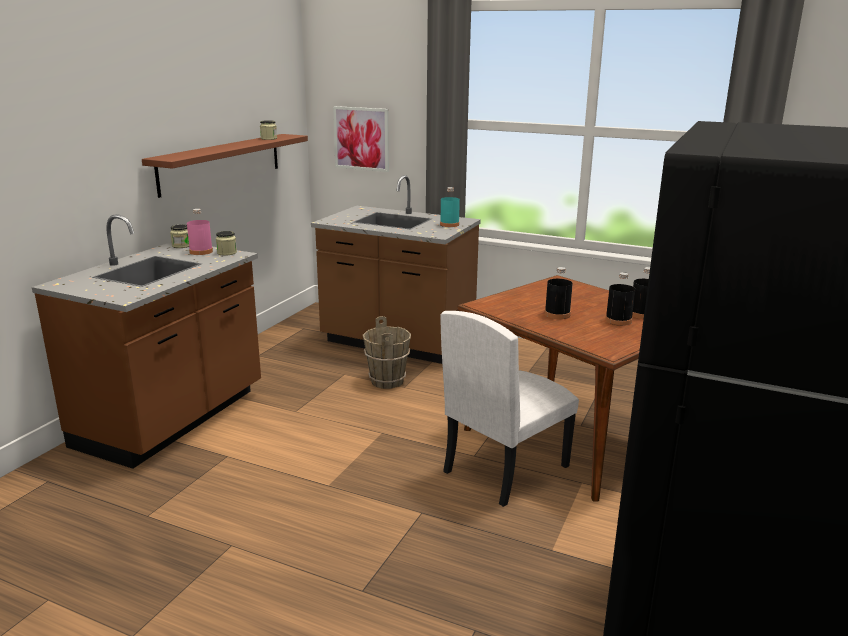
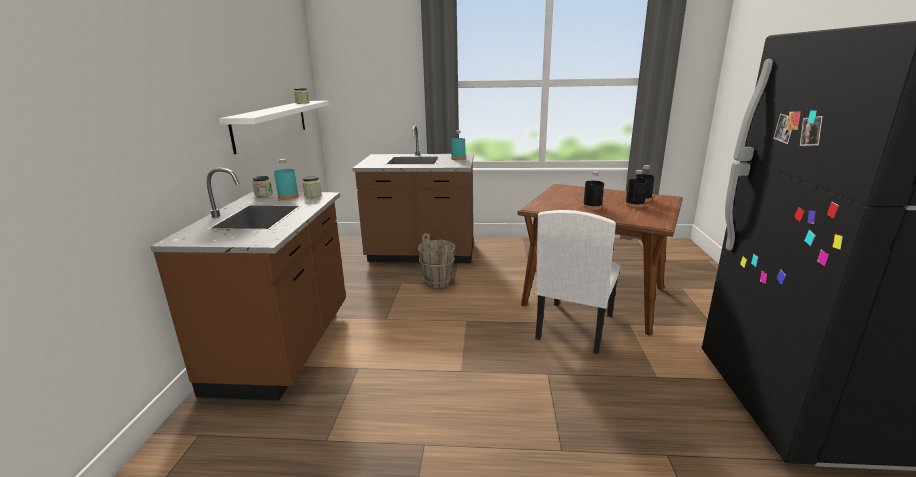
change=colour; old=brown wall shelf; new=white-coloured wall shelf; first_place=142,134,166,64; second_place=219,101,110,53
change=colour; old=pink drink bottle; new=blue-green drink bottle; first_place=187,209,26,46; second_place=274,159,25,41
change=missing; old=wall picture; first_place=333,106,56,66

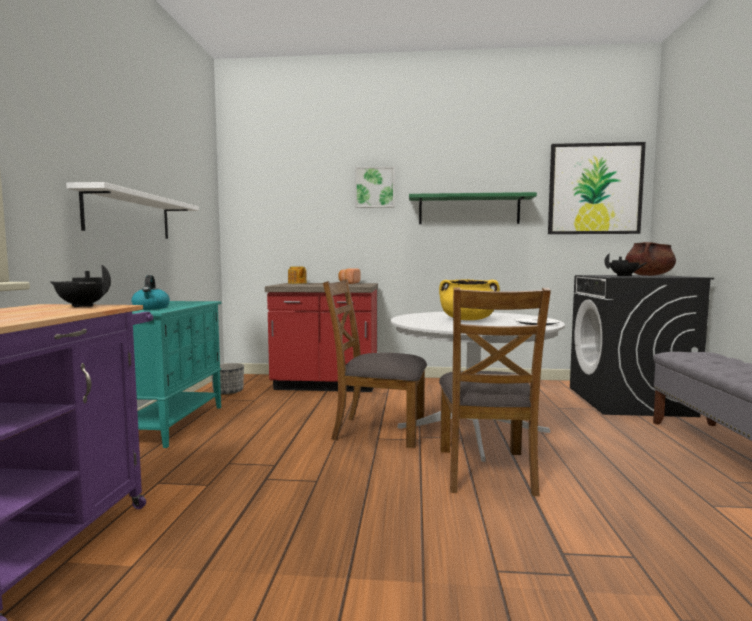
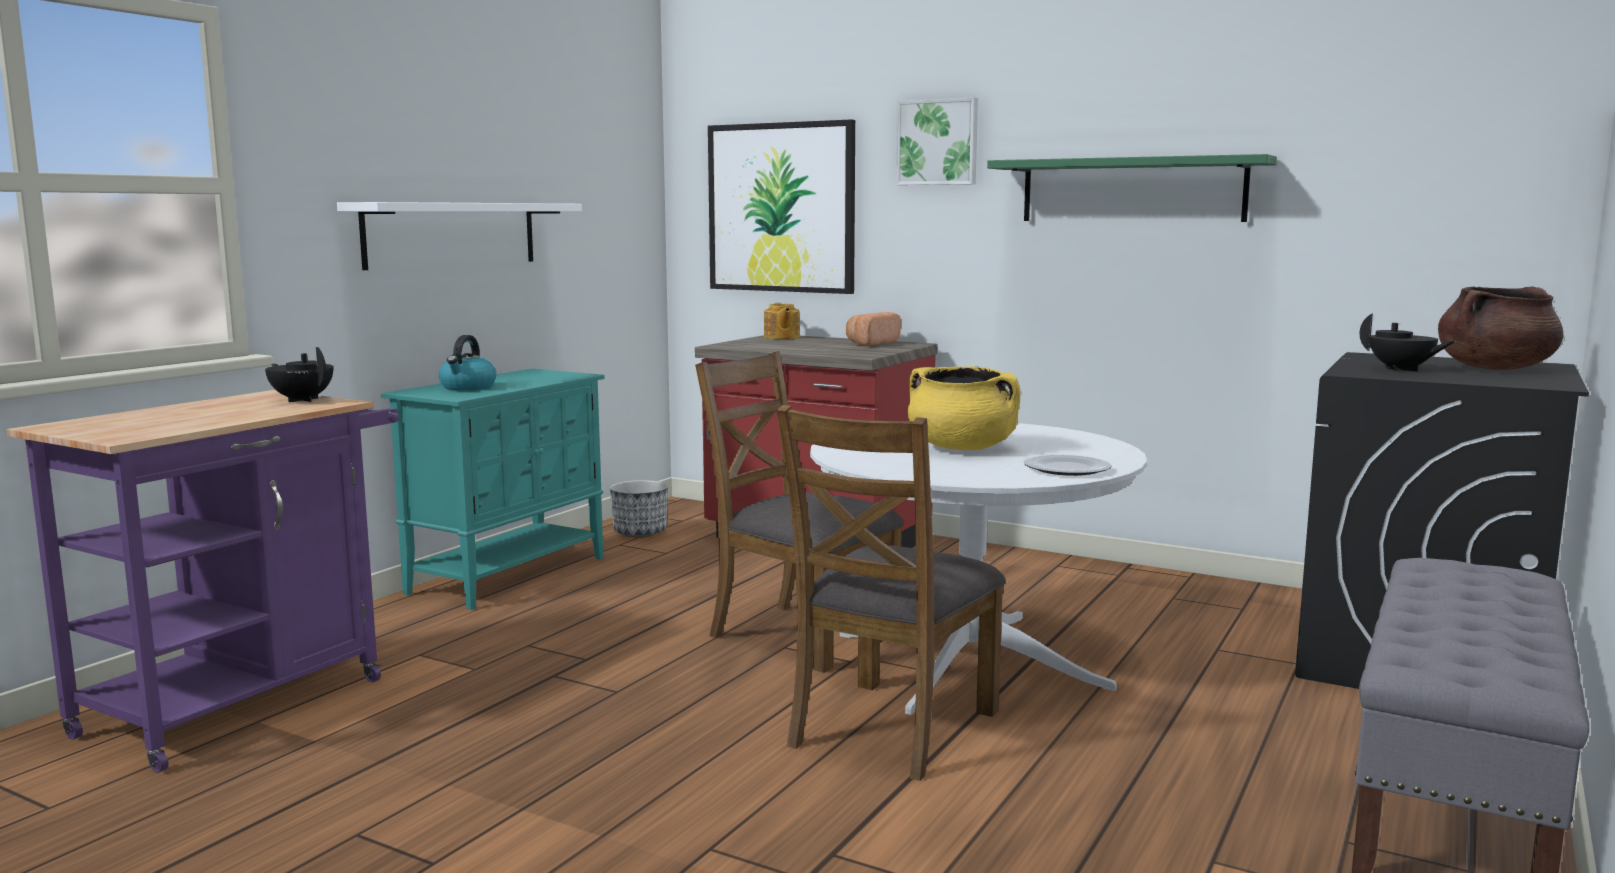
change=relocated; old=wall picture; first_place=548,142,98,92; second_place=708,119,147,175

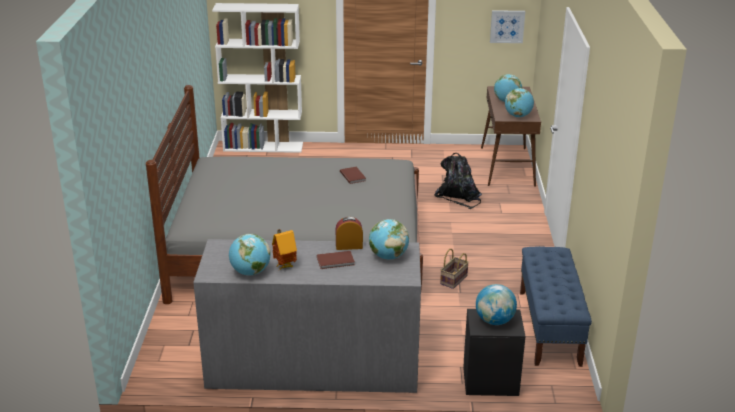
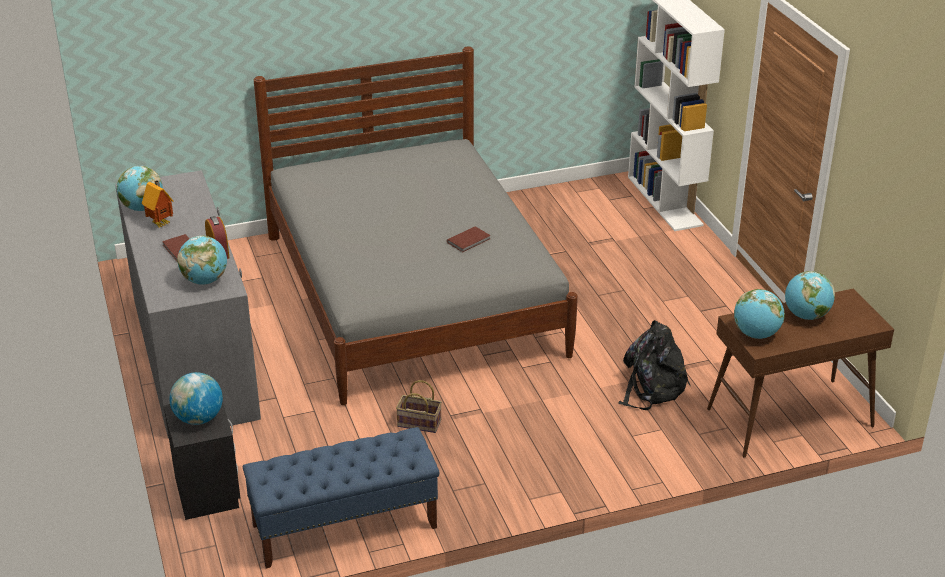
change=missing; old=wall picture; first_place=490,10,35,33

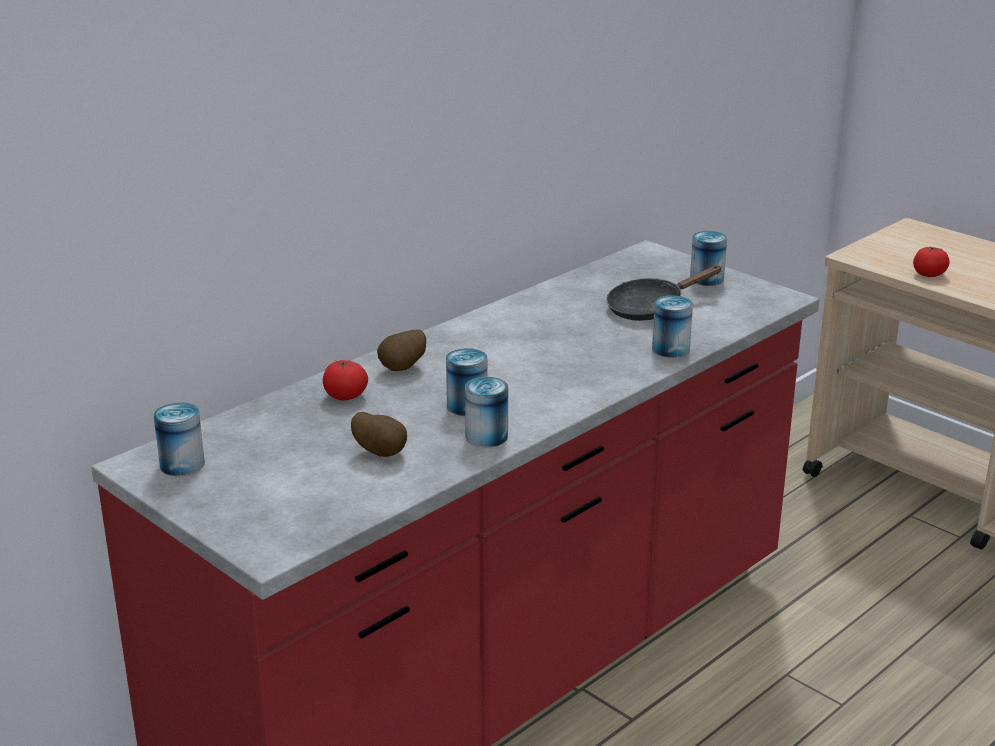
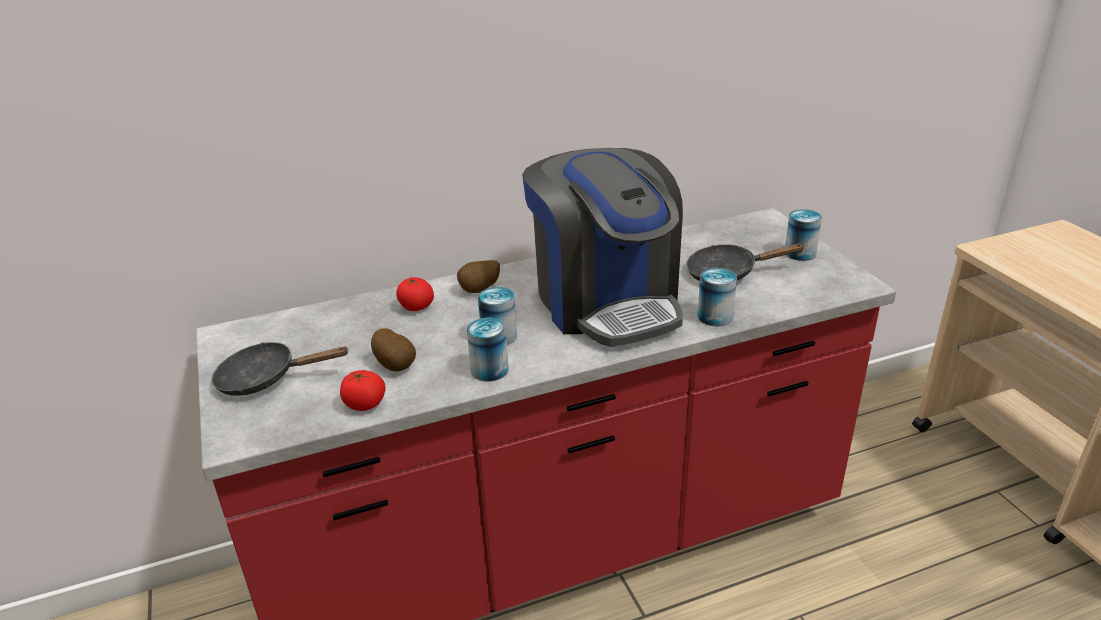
change=appeared; new=blackish skillet; second_place=212,342,138,54
change=relocated; old=fresh tomato; first_place=913,247,37,30; second_place=340,370,46,41
change=appeared; new=coffee maker; second_place=522,148,161,199
change=missing; old=sealed can; first_place=153,403,52,73

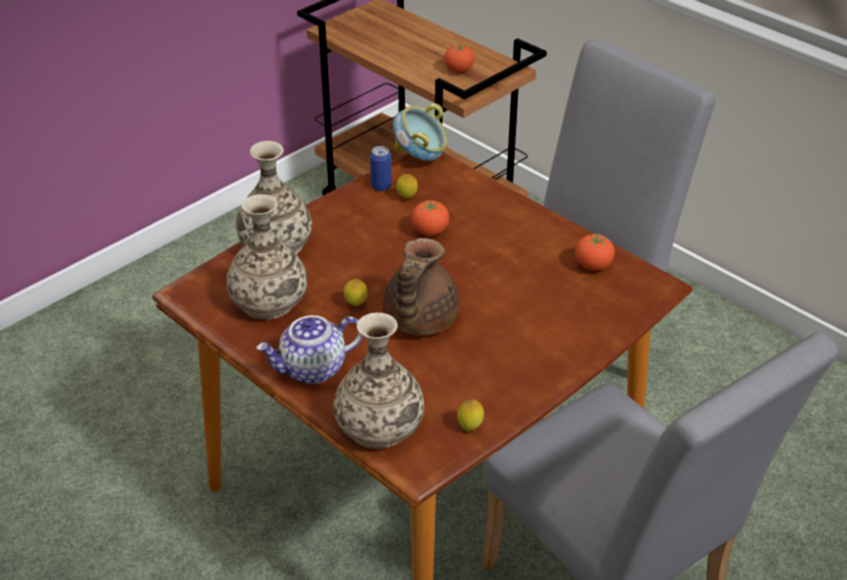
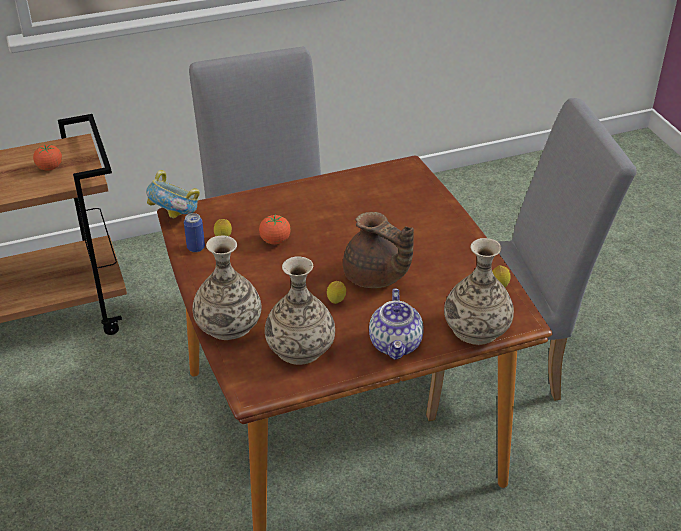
change=missing; old=fresh tomato; first_place=575,233,40,38

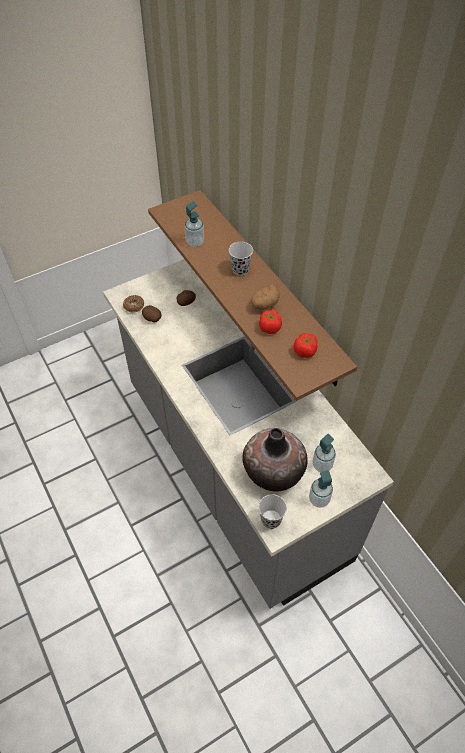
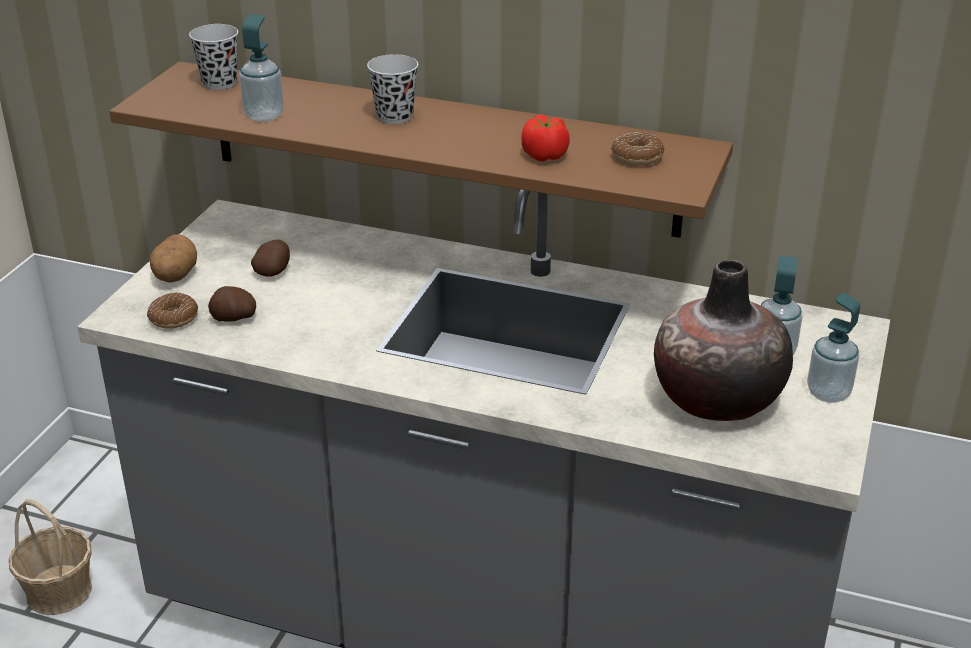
change=appeared; new=basket; second_place=9,499,83,116
change=relocated; old=potato; first_place=251,285,29,25; second_place=150,234,47,49
change=relocated; old=blackish drinking cup; first_place=259,494,28,35; second_place=189,24,49,66
change=exchanged; old=fresh tomato; new=doughnut; first_place=294,333,24,25; second_place=611,132,53,34

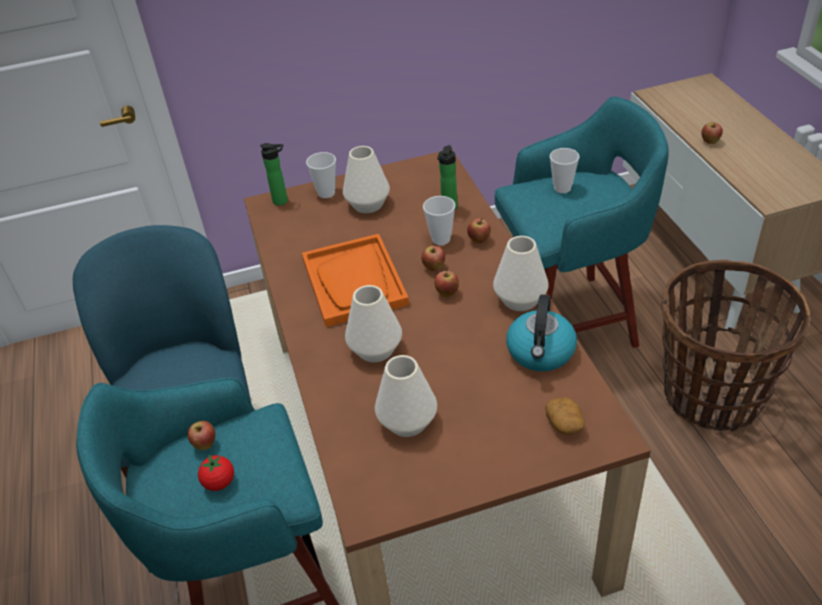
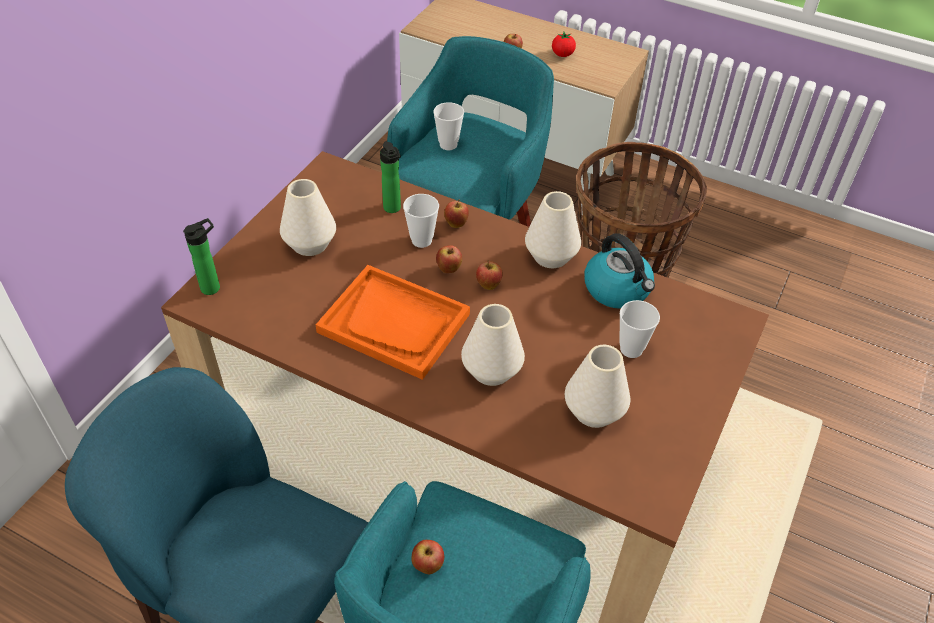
change=relocated; old=fresh tomato; first_place=198,455,36,36; second_place=552,32,24,25
change=relocated; old=drinking cup; first_place=306,152,30,46; second_place=619,300,41,58
change=missing; old=potato; first_place=545,397,40,38

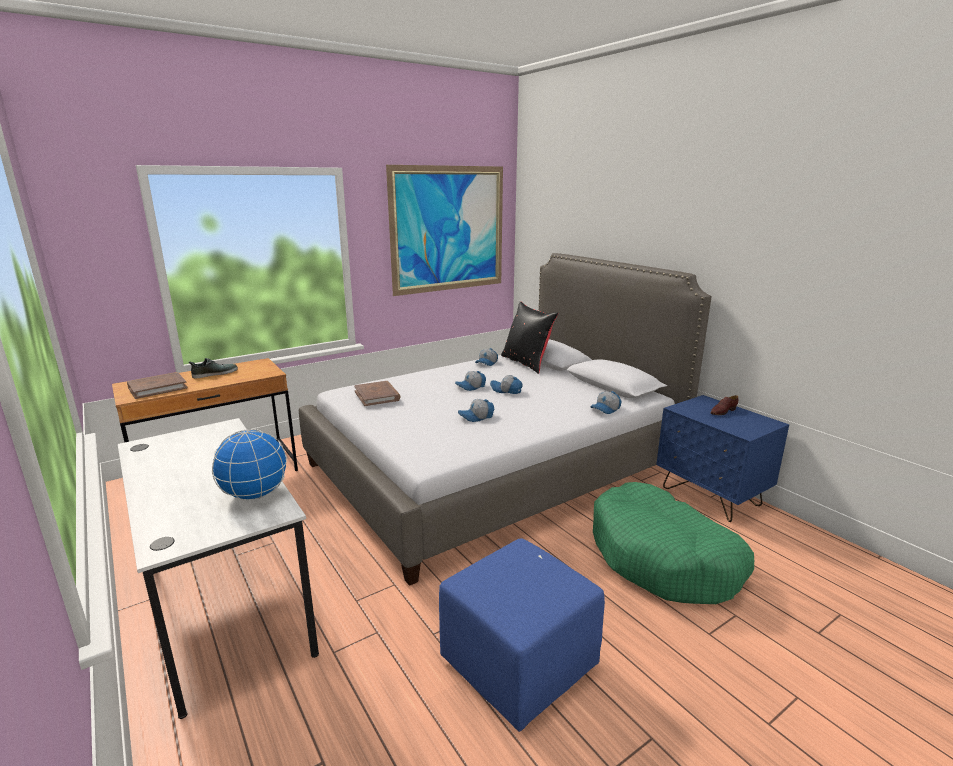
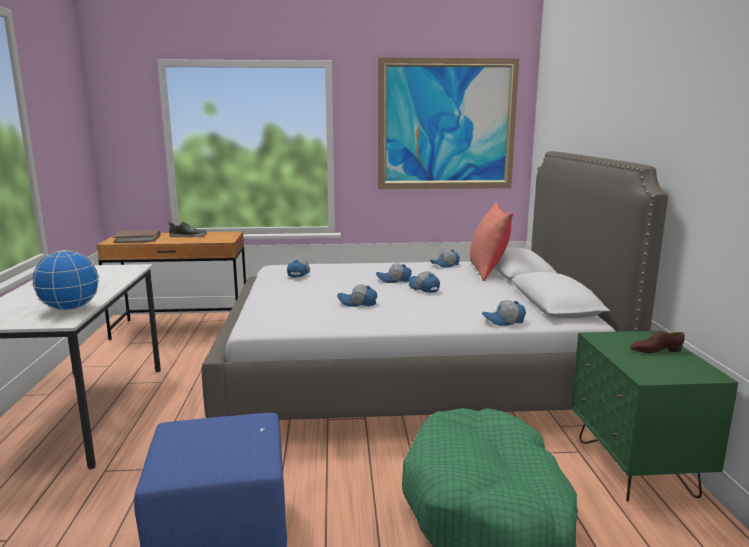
change=exchanged; old=brown book; new=peaked cap; first_place=354,381,46,25; second_place=287,258,23,19
change=colour; old=blackish throw pillow; new=reddish throw pillow; first_place=501,301,58,73; second_place=470,202,43,79
change=colour; old=blue-coloured nightstand; new=greenish nightstand; first_place=656,395,133,127; second_place=571,331,167,171

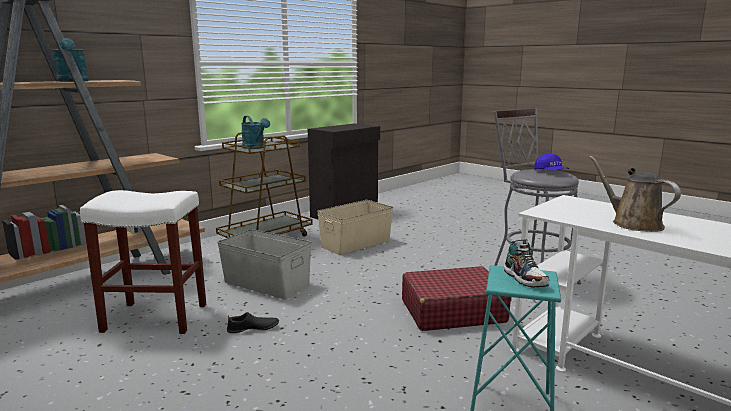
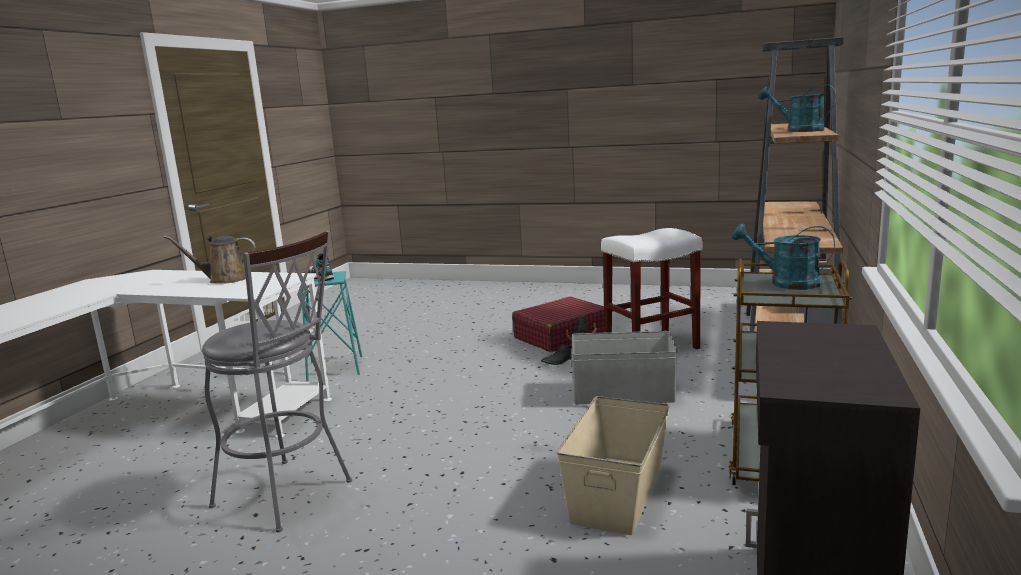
change=spun; old=brown watering pot; first_place=589,156,92,76; second_place=164,236,92,48; degrees=135
change=relocated; old=reddish travel case; first_place=402,266,109,65; second_place=512,297,92,55
change=missing; old=blue-coloured peaked cap; first_place=534,154,35,17

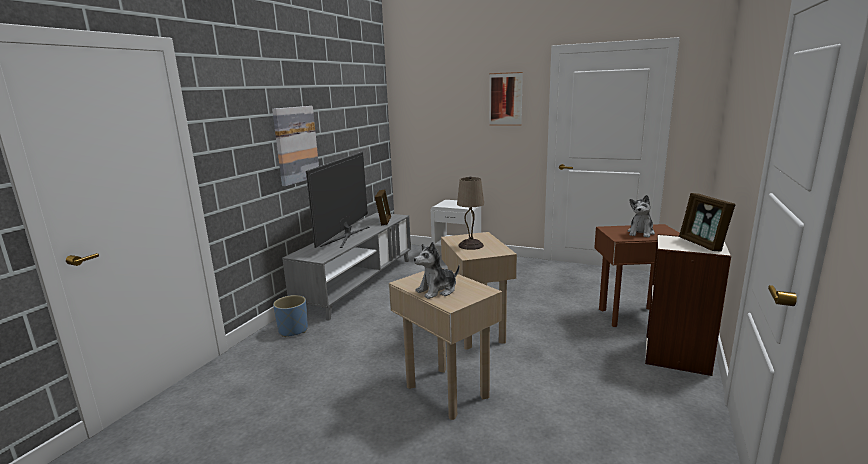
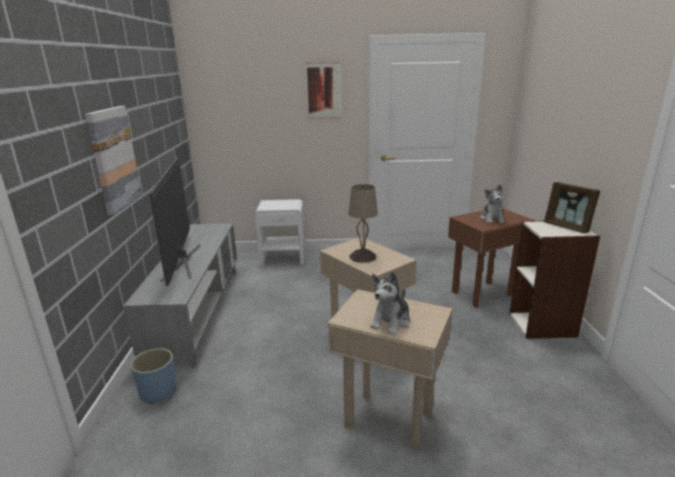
change=missing; old=picture frame; first_place=375,190,16,35

